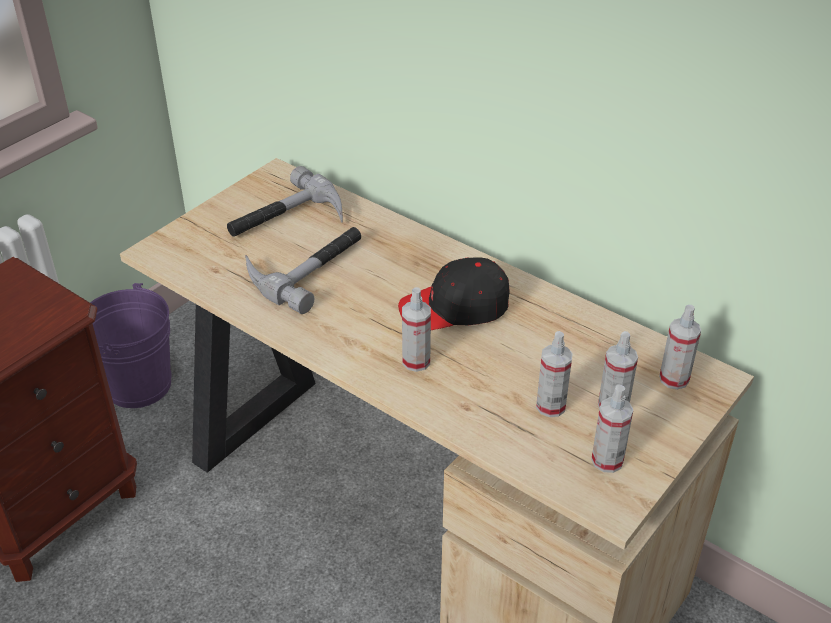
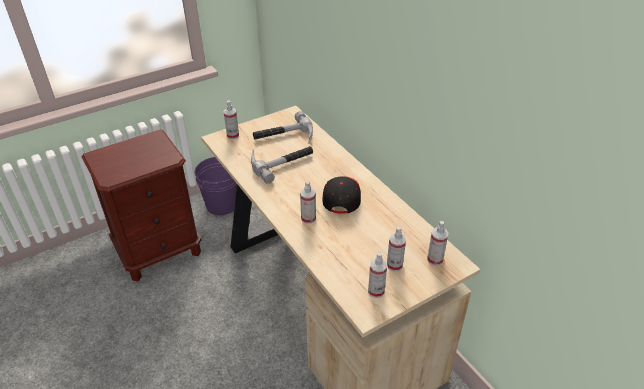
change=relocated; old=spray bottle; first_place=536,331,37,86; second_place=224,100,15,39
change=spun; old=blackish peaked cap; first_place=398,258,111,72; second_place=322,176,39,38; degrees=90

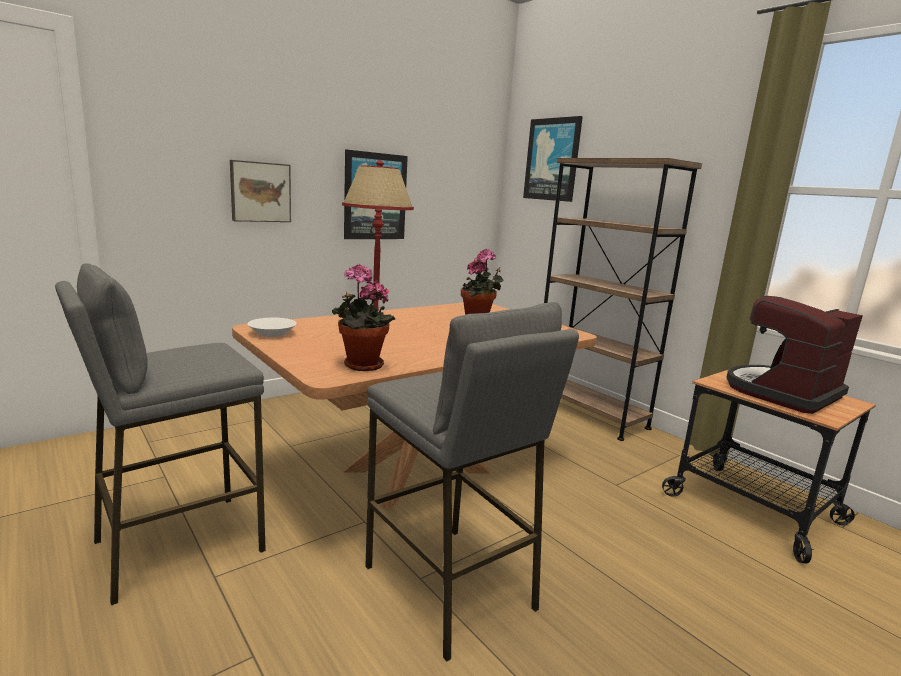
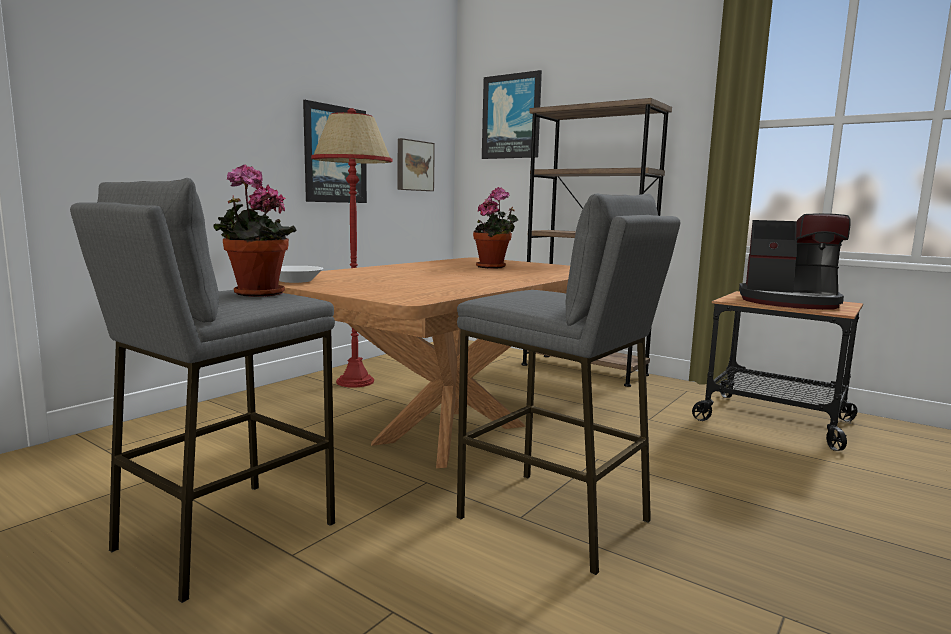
change=relocated; old=plant in a pot; first_place=332,264,63,107; second_place=214,164,83,133
change=relocated; old=wall picture; first_place=230,160,61,62; second_place=398,138,37,53
change=spun; old=coffee maker; first_place=726,296,137,118; second_place=739,213,112,97; degrees=-105

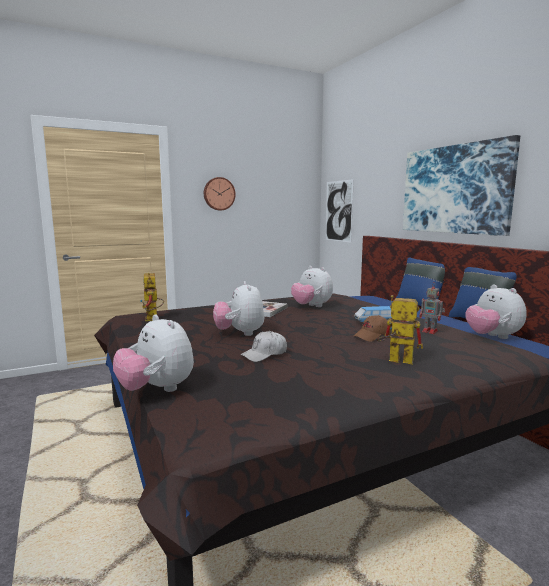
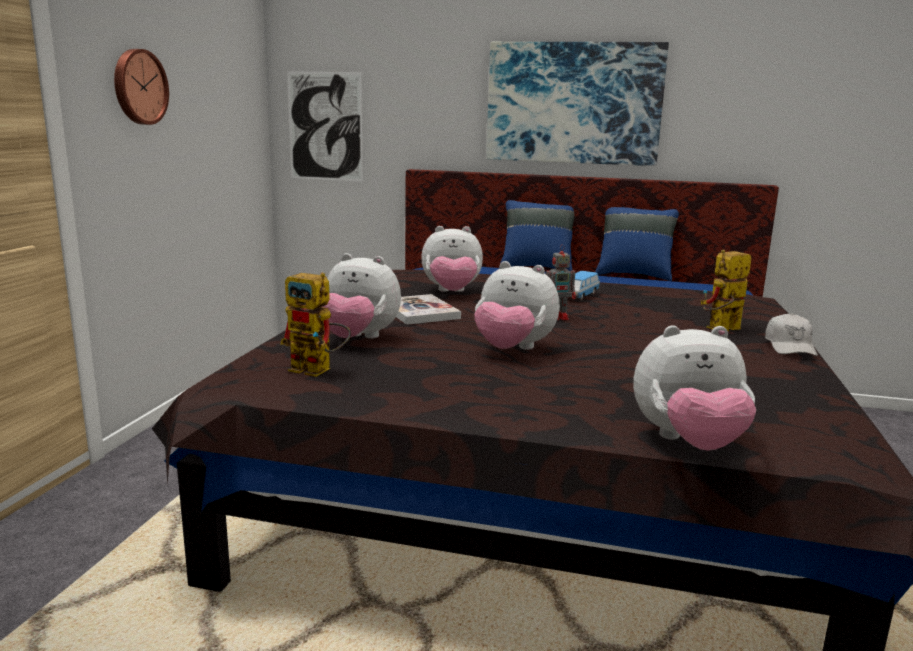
change=relocated; old=plush toy; first_place=465,285,62,54; second_place=322,253,79,85
change=relocated; old=toy robot; first_place=419,282,26,52; second_place=546,244,30,76
change=relocated; old=white-coloured peaked cap; first_place=241,331,46,31; second_place=765,313,53,43
change=missing; old=brown peaked cap; first_place=354,315,37,26

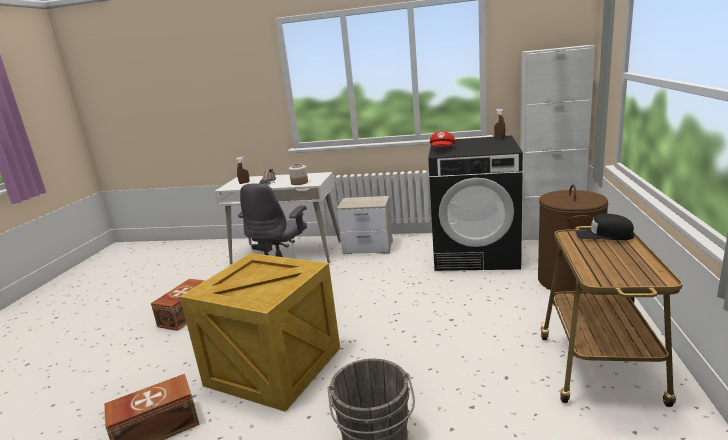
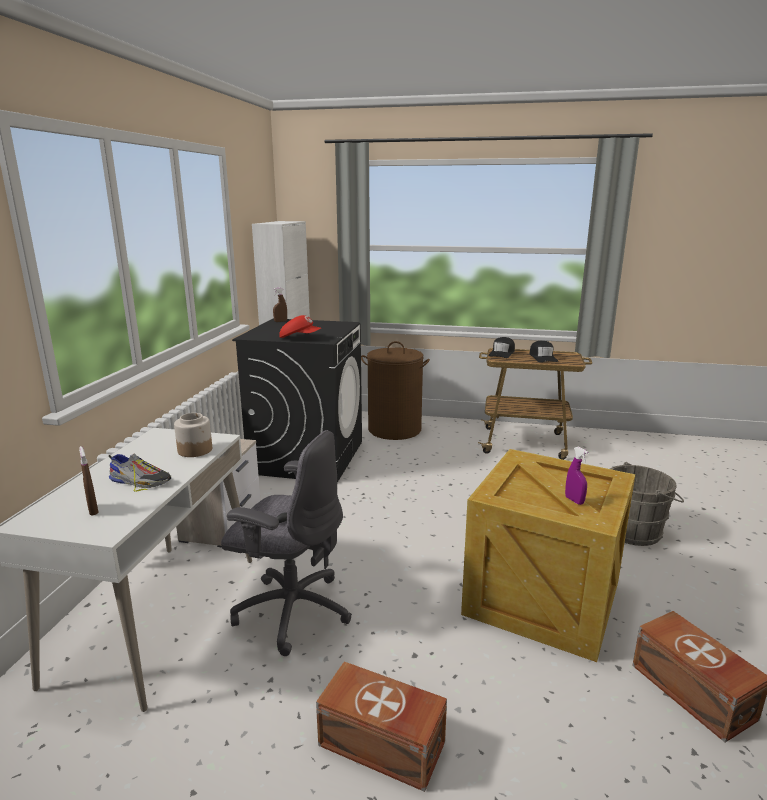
change=appeared; new=blackish peaked cap; second_place=529,341,29,21
change=appeared; new=purplish spray bottle; second_place=565,446,24,59

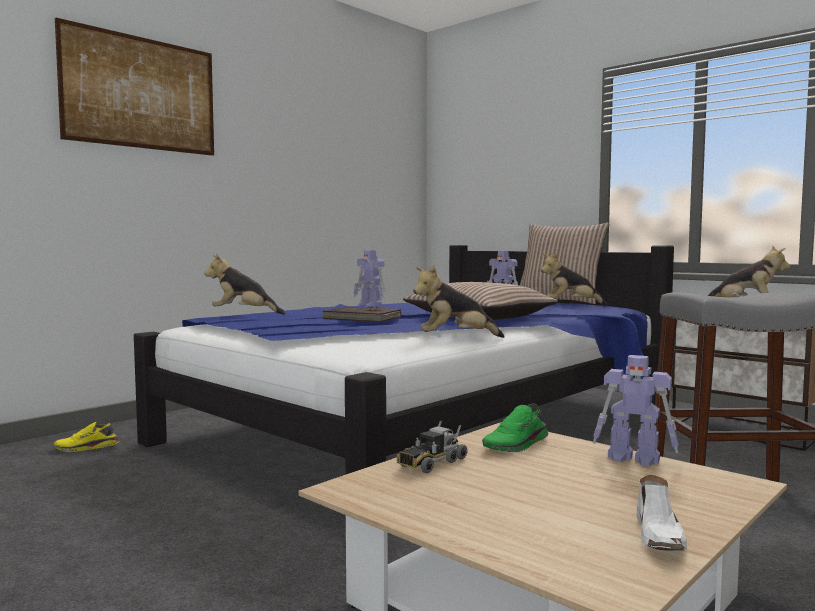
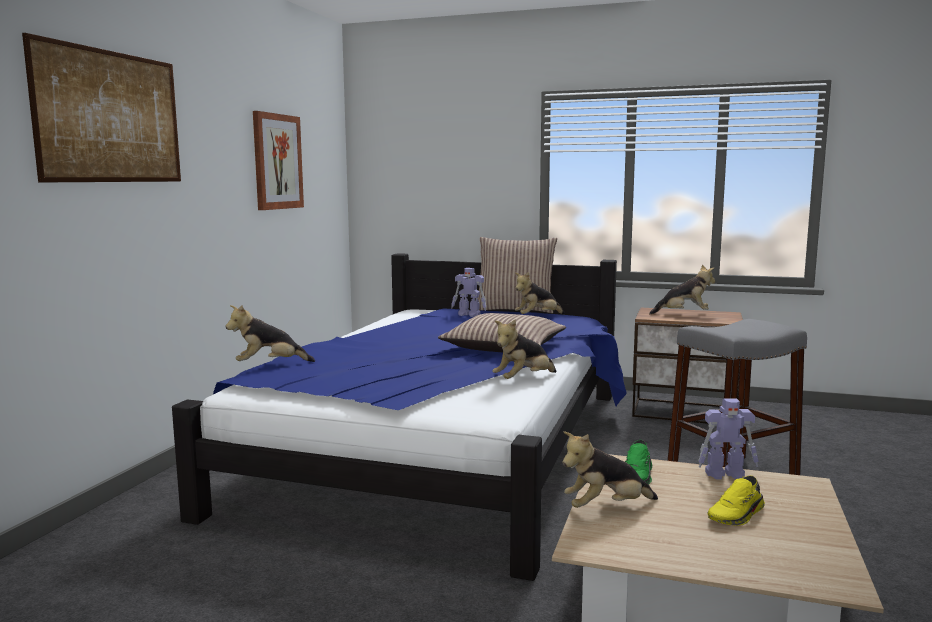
change=appeared; new=wall picture; second_place=253,111,51,99
change=exchanged; old=toy lorry; new=plush toy; first_place=397,421,71,52; second_place=562,431,96,77
change=relocated; old=yellowish low shoe; first_place=54,422,65,30; second_place=708,476,57,50
change=missing; old=brown book; first_place=322,307,79,15
change=missing; old=toy robot; first_place=354,250,32,57
change=missing; old=white-coloured low shoe; first_place=637,475,50,76

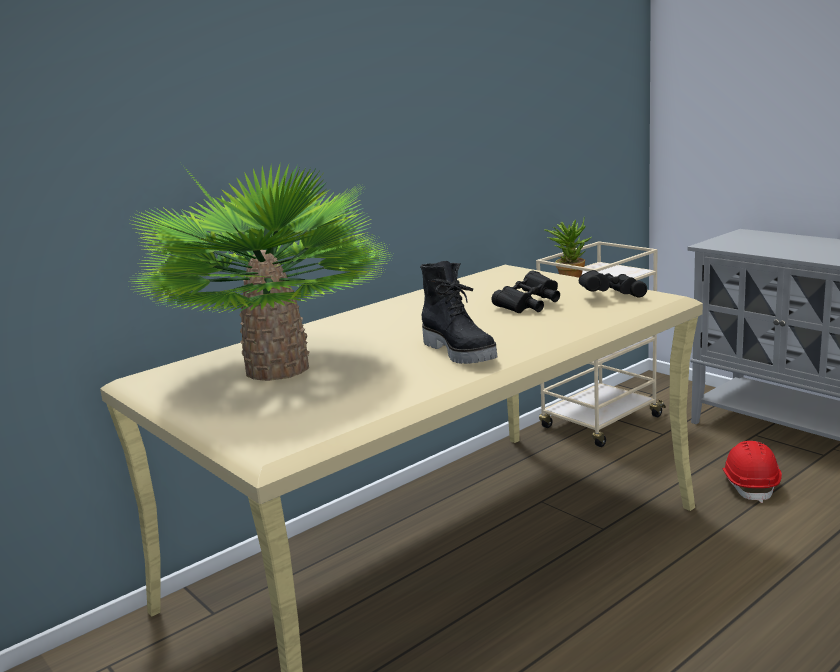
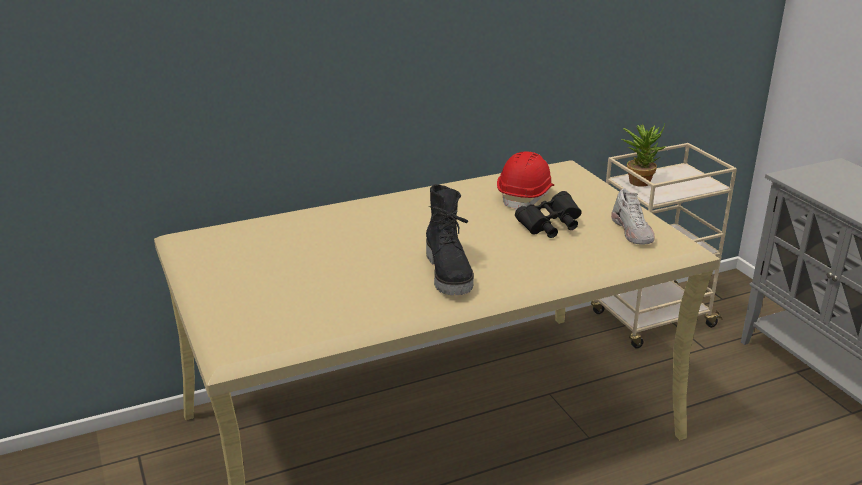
change=relocated; old=reddish work helmet; first_place=722,441,60,62; second_place=497,151,57,60
change=exchanged; old=blackish field glasses; new=white-coloured low shoe; first_place=579,270,68,27; second_place=611,188,44,56
change=missing; old=plant in a pot; first_place=129,164,262,217

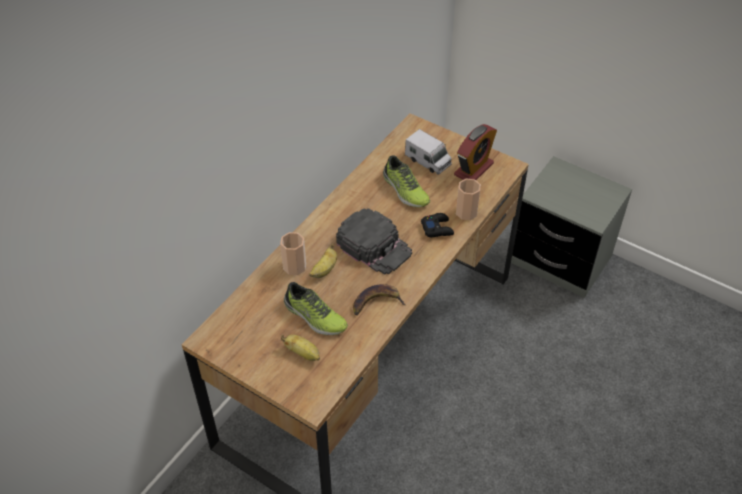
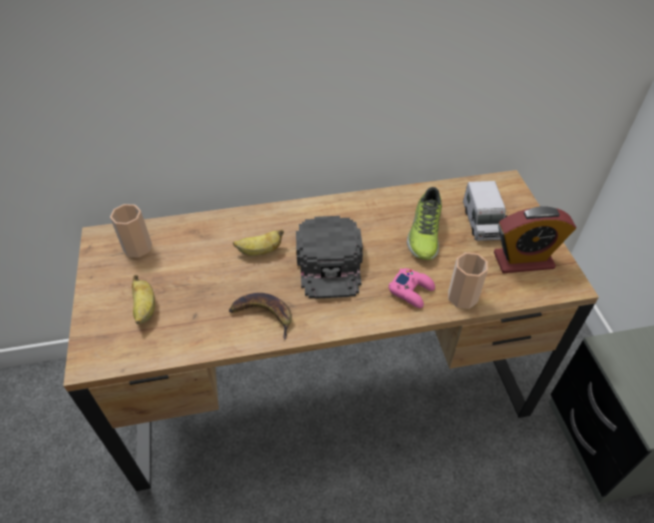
change=relocated; old=drinking cup; first_place=280,232,26,43; second_place=110,204,42,54
change=colour; old=blackish joypad; new=pink joypad; first_place=421,213,33,24; second_place=388,268,47,40
change=missing; old=low shoe; first_place=284,282,64,53

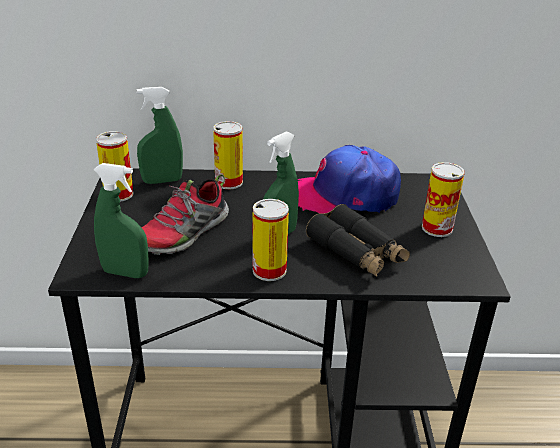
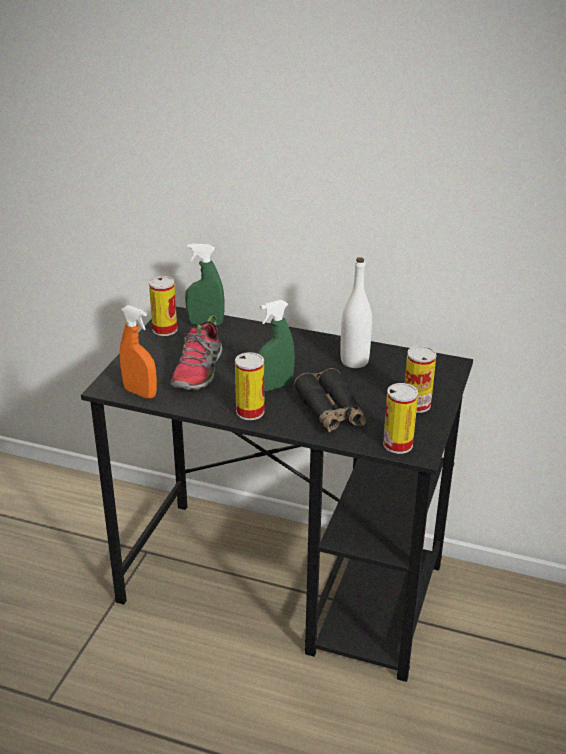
change=colour; old=greenish spray bottle; new=orange spray bottle; first_place=94,163,55,115; second_place=120,305,37,94
change=spun; old=low shoe; first_place=142,174,87,81; second_place=171,315,51,75; degrees=-45
change=exchanged; old=peaked cap; new=white-coloured drink bottle; first_place=298,145,103,68; second_place=340,257,32,111
change=relocated; old=sealed can; first_place=213,121,30,68; second_place=383,383,35,71

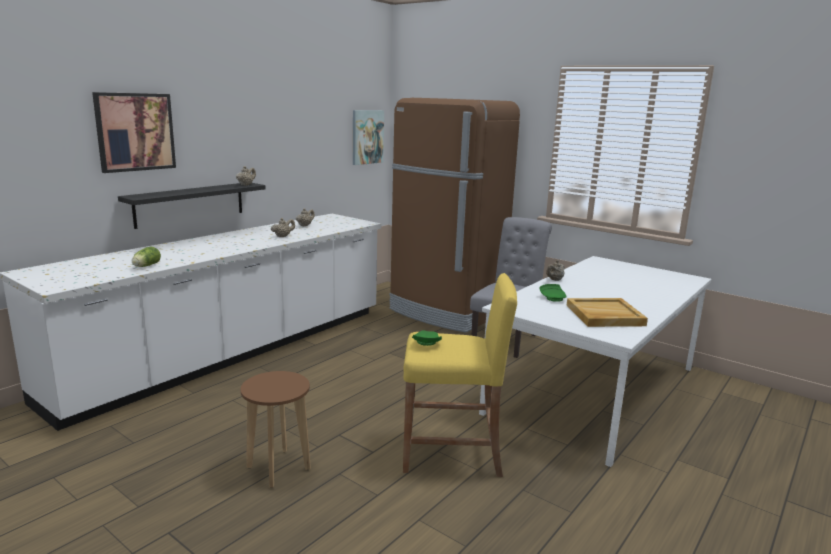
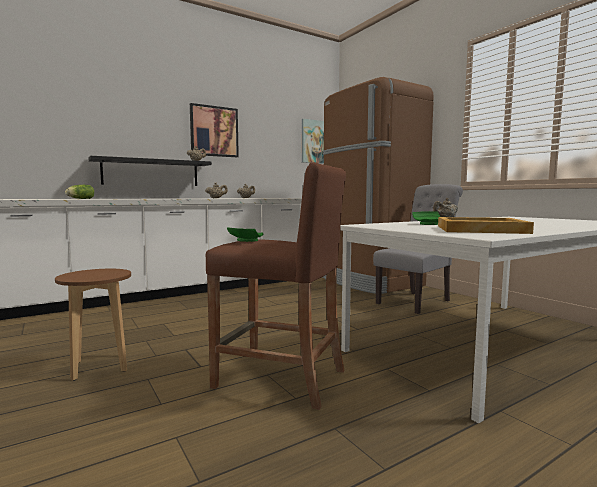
change=relocated; old=wall picture; first_place=92,92,84,81; second_place=190,103,49,54
change=colour; old=yellowish stool seat; new=brown stool seat; first_place=403,273,114,204; second_place=206,162,140,248

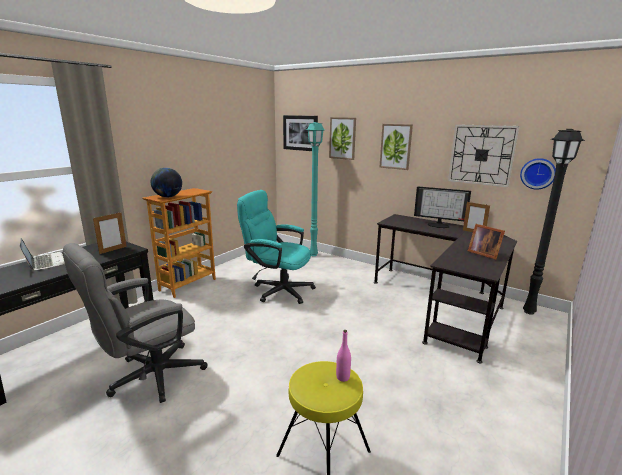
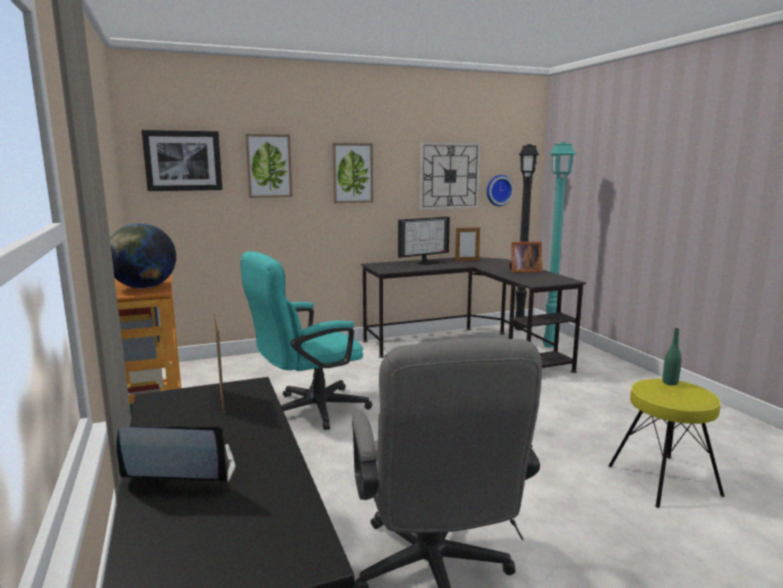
change=relocated; old=blue-green standing lamp; first_place=306,122,19,134; second_place=542,142,35,206
change=colour; old=pink drink bottle; new=greenish drink bottle; first_place=336,330,15,52; second_place=663,328,19,58

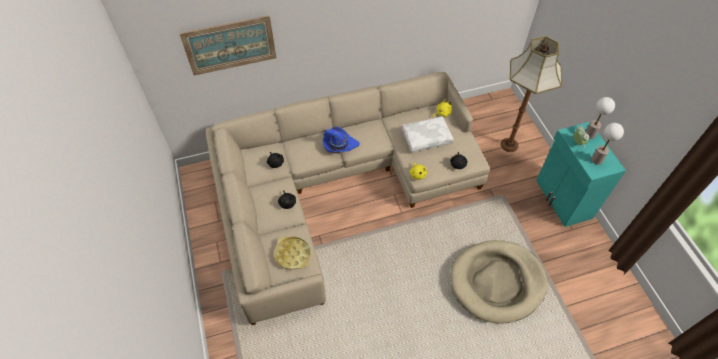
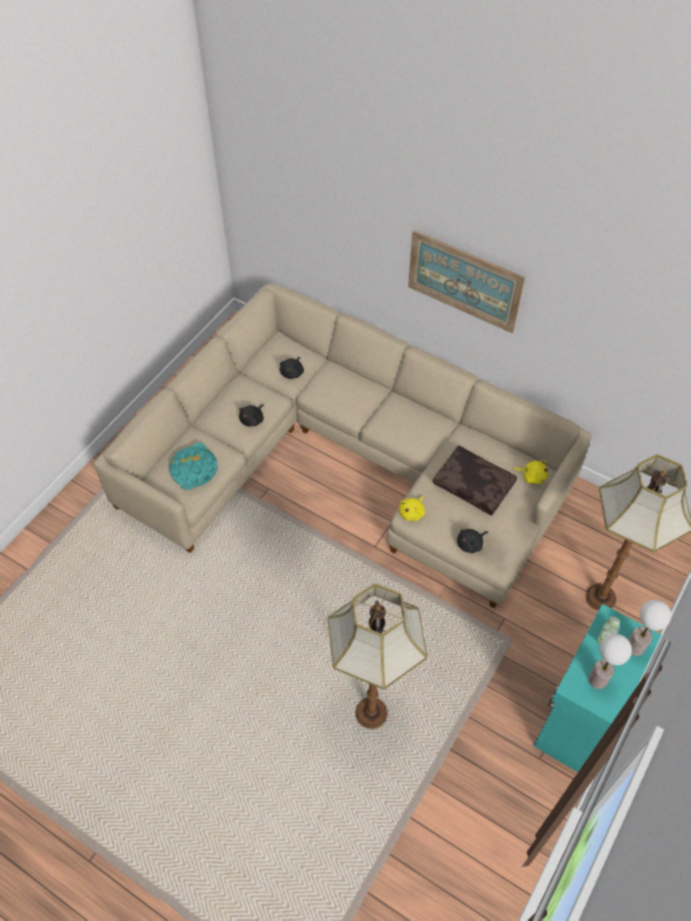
change=colour; old=yellowish carrying tray; new=blue-green carrying tray; first_place=275,236,36,34; second_place=169,443,49,47
change=exchanged; old=beige dog bed; new=standing lamp; first_place=450,240,98,84; second_place=327,584,100,145
change=relocated; old=wall picture; first_place=179,15,98,61; second_place=408,230,117,103
change=colour; old=white-coloured throw pillow; new=brown throw pillow; first_place=402,117,52,35; second_place=433,445,84,71
change=missing; old=blue-coloured clothing hat; first_place=323,127,37,25

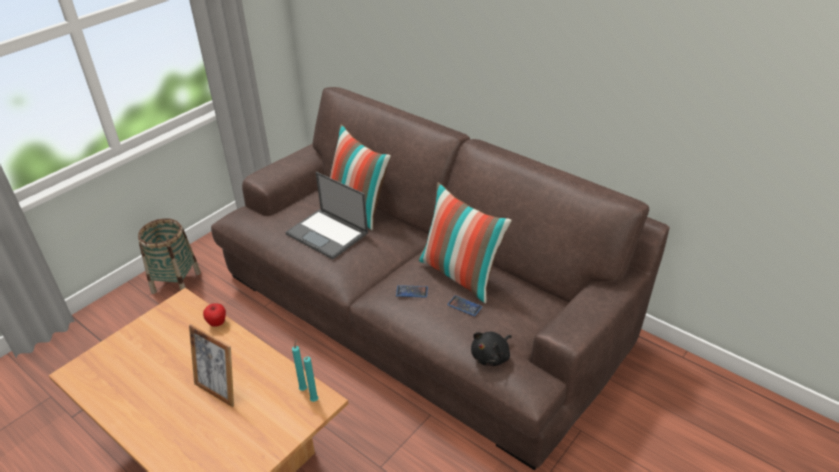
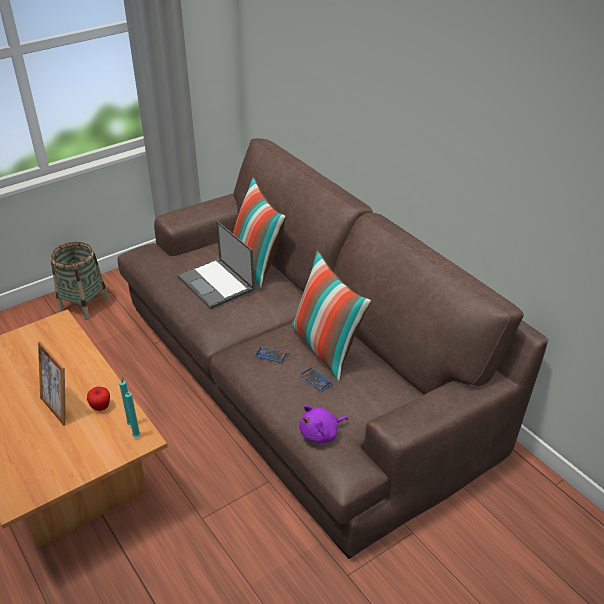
change=relocated; old=apple fruit; first_place=203,303,23,24; second_place=87,387,23,24
change=colour; old=blackish plush toy; new=purplish plush toy; first_place=471,332,41,34; second_place=299,406,49,37

